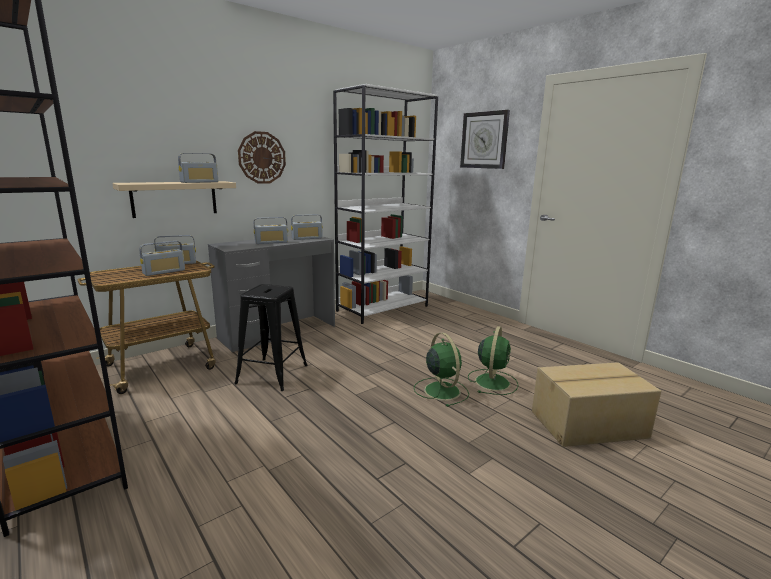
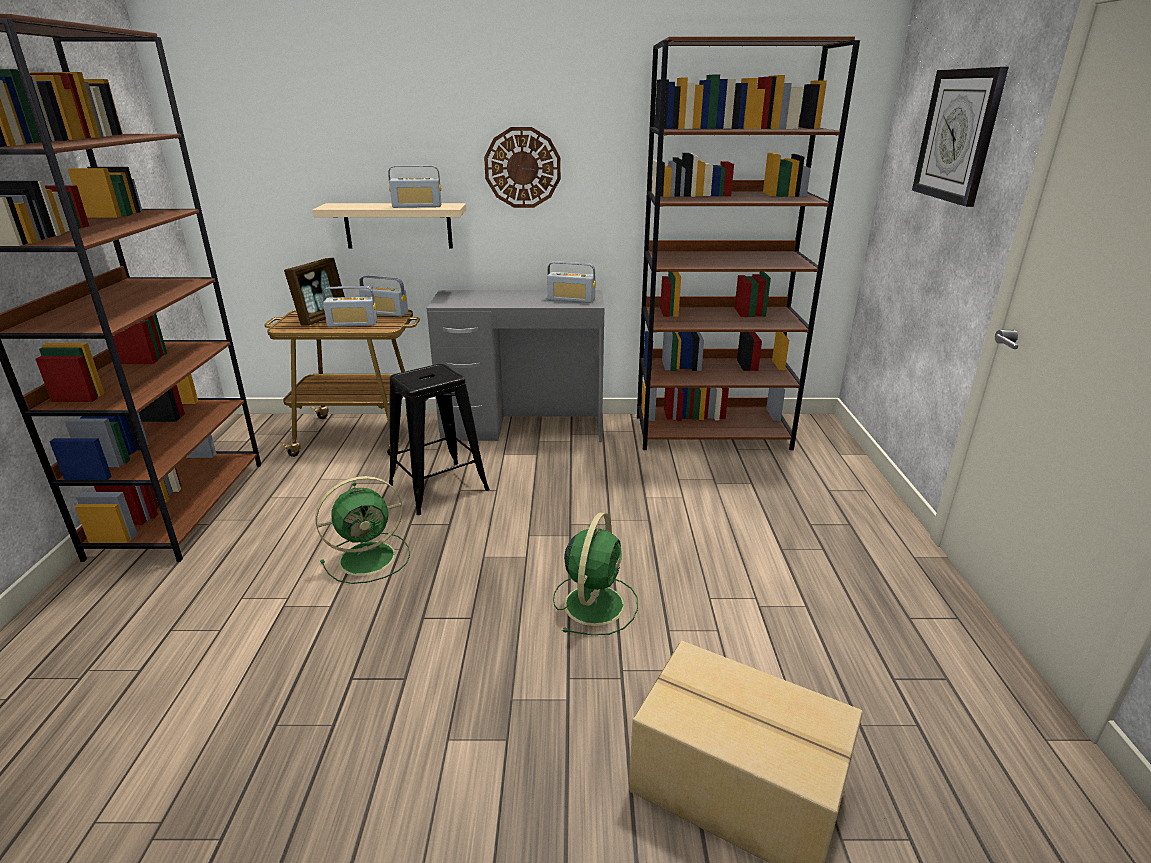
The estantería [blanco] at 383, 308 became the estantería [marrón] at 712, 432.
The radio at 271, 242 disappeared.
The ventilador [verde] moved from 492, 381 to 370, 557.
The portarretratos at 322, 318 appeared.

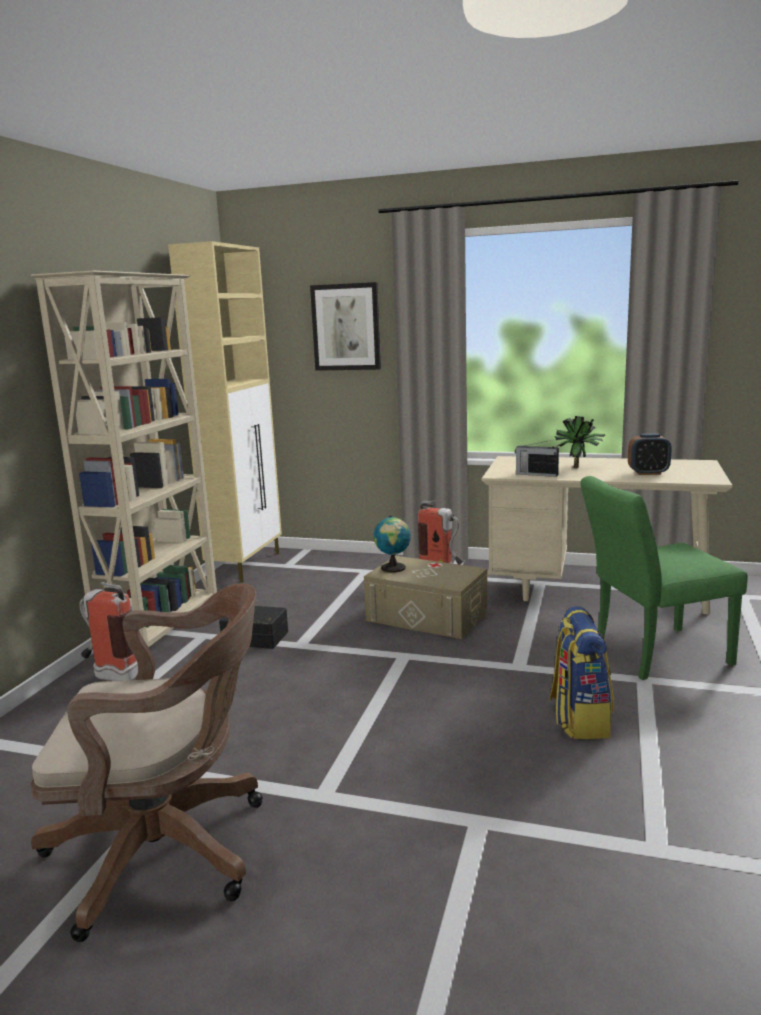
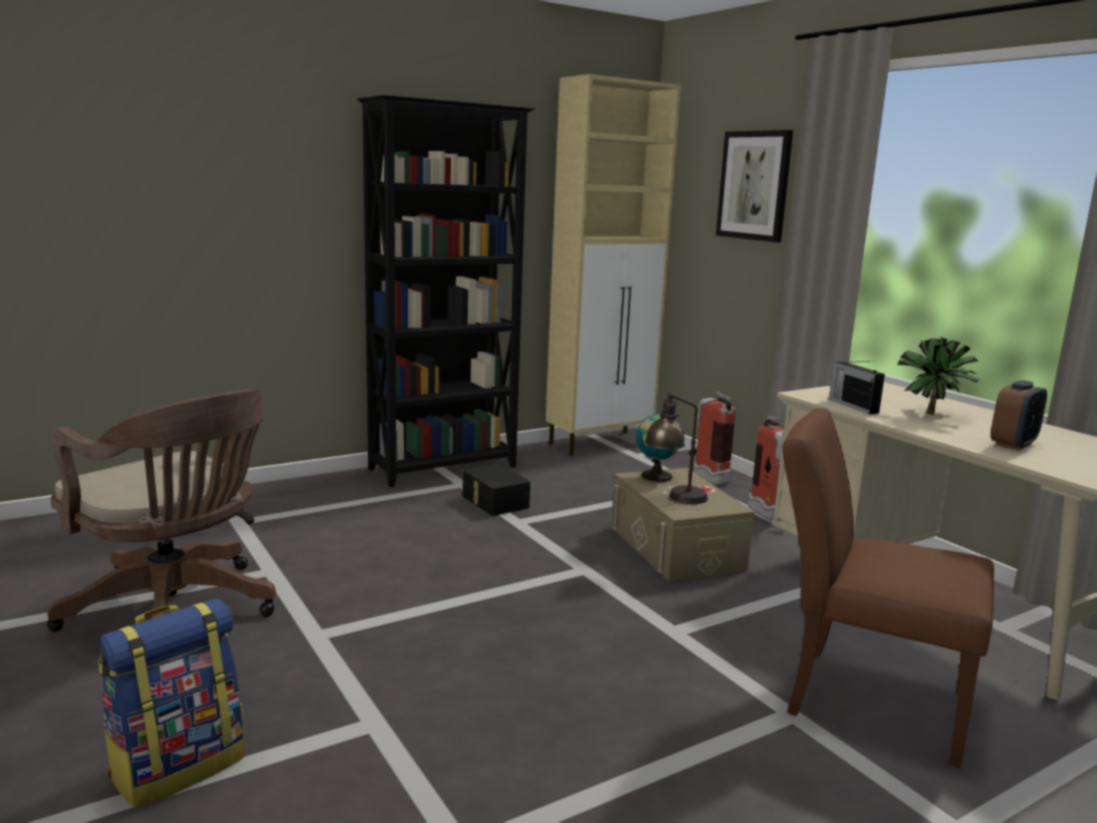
The estantería [beis] at 163, 629 became the estantería [negro] at 445, 468.
The despertador at 648, 473 turned 90 degrees counterclockwise.
The silla [verde] at 652, 654 became the silla [marrón] at 861, 698.
The extintor moved from 111, 676 to 705, 477.
The mochila moved from 579, 719 to 178, 766.
The lámpara de mesa at 674, 498 appeared.

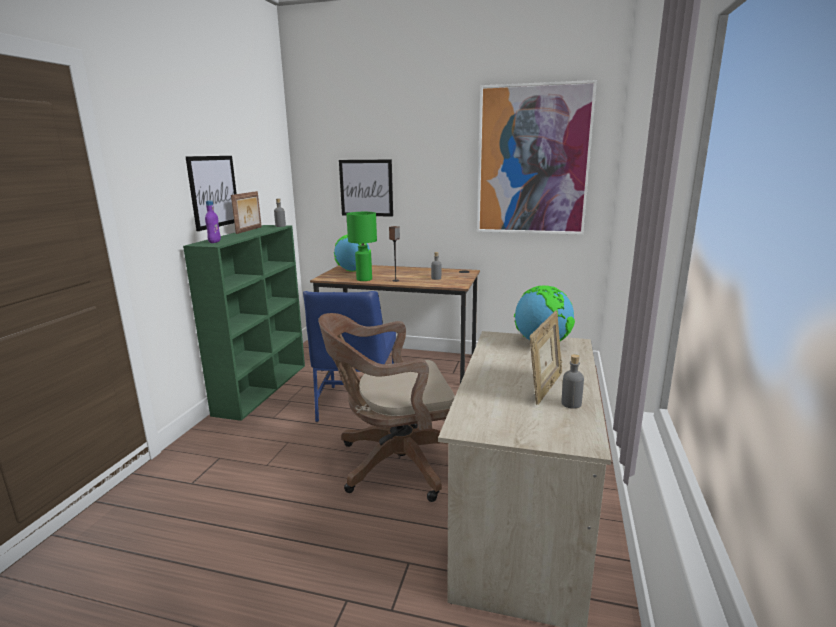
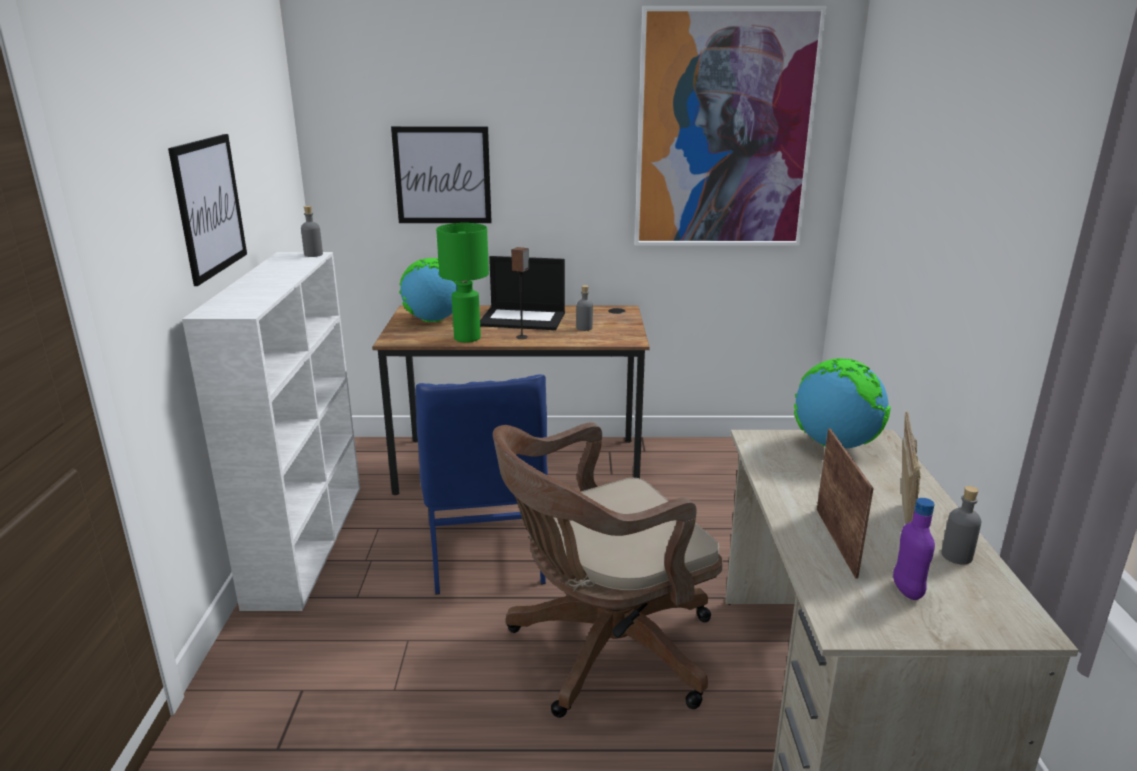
The portarretratos moved from 250, 230 to 838, 541.
The botella [morado] moved from 214, 242 to 907, 590.
The estantería [verde] at 262, 388 became the estantería [blanco] at 307, 541.
The portátil at 523, 319 appeared.

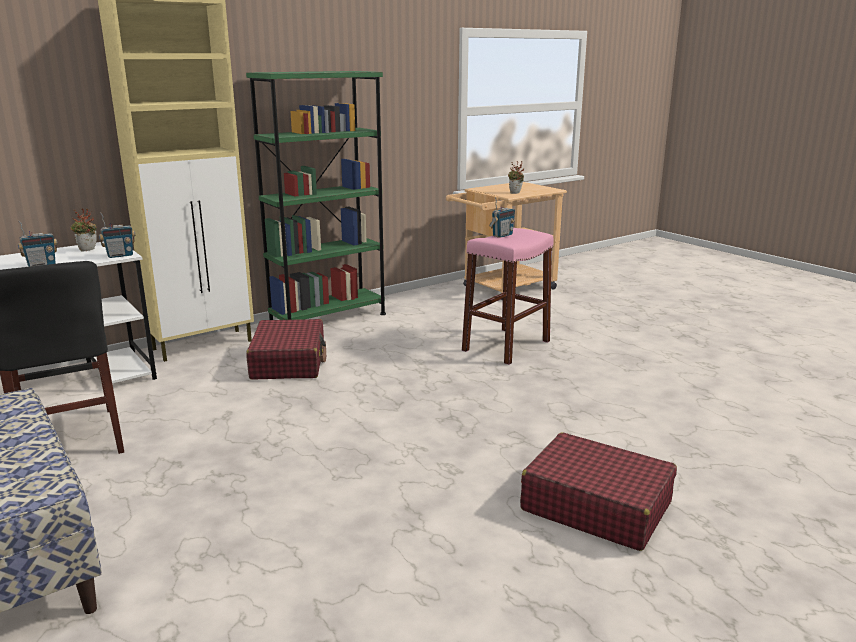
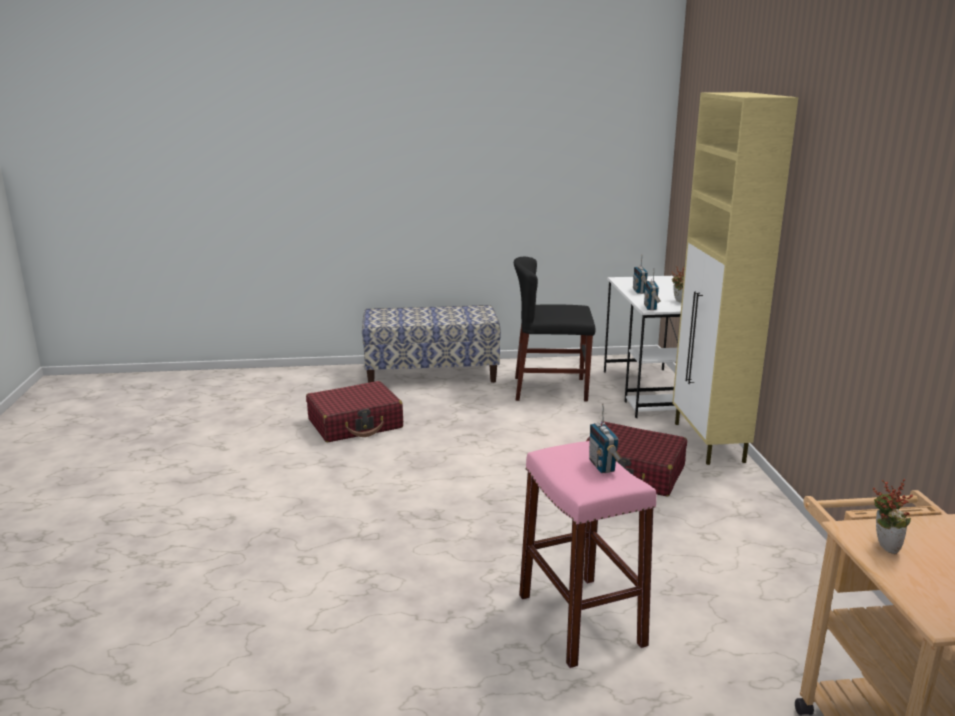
The estantería [verde] at 328, 318 disappeared.
The maleta [rojo] moved from 595, 506 to 355, 424.

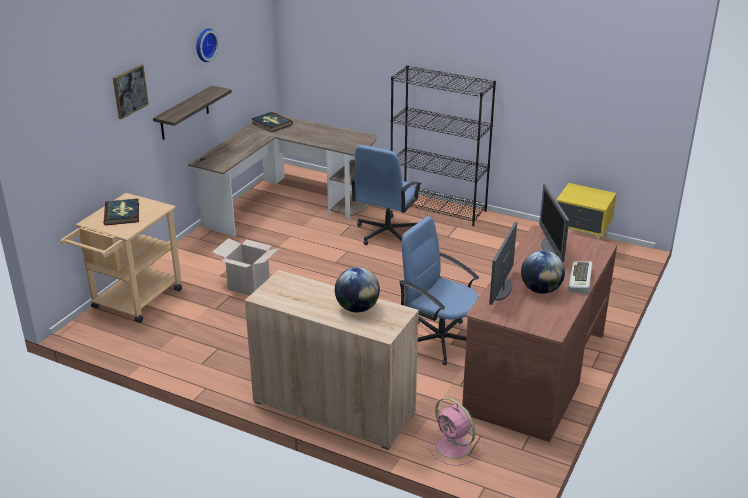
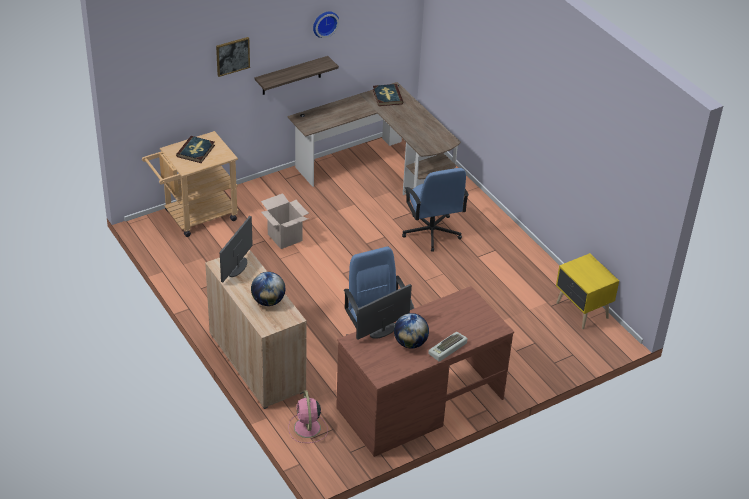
The estantería [negro] at 438, 208 disappeared.
The silla de oficina [azul] at 386, 233 turned 75 degrees counterclockwise.
The monitor moved from 551, 248 to 237, 267.

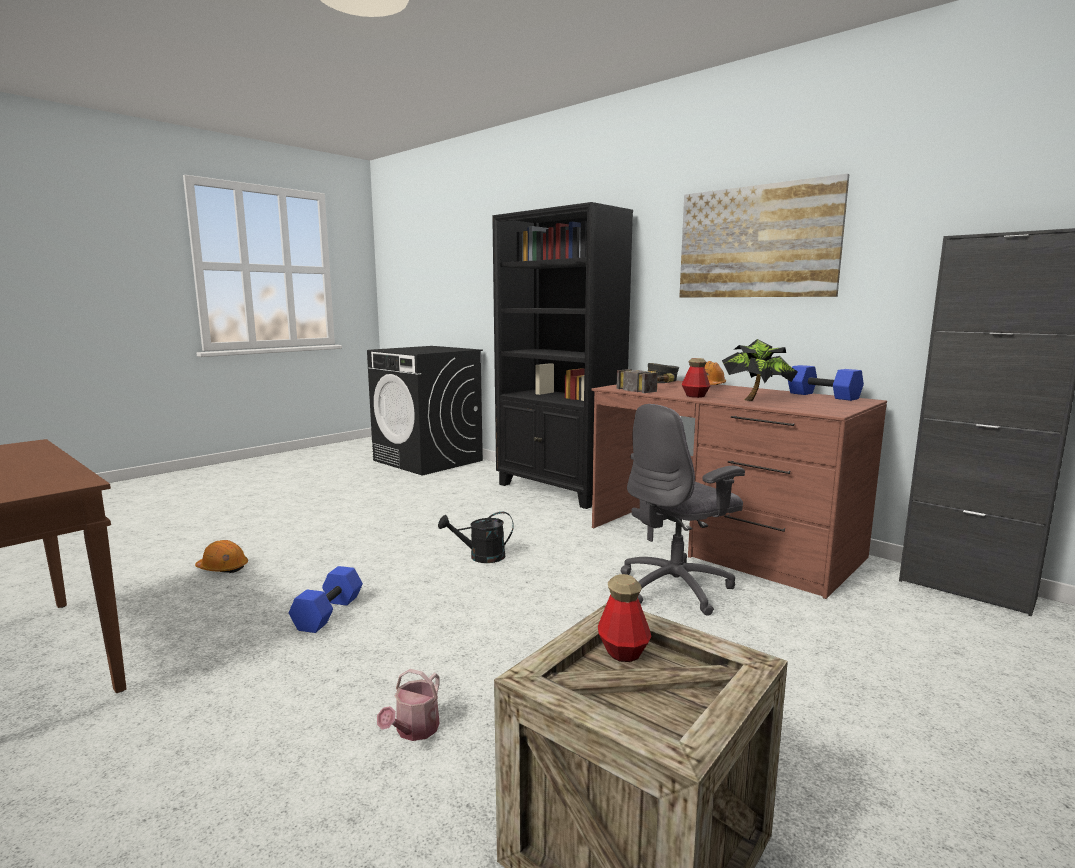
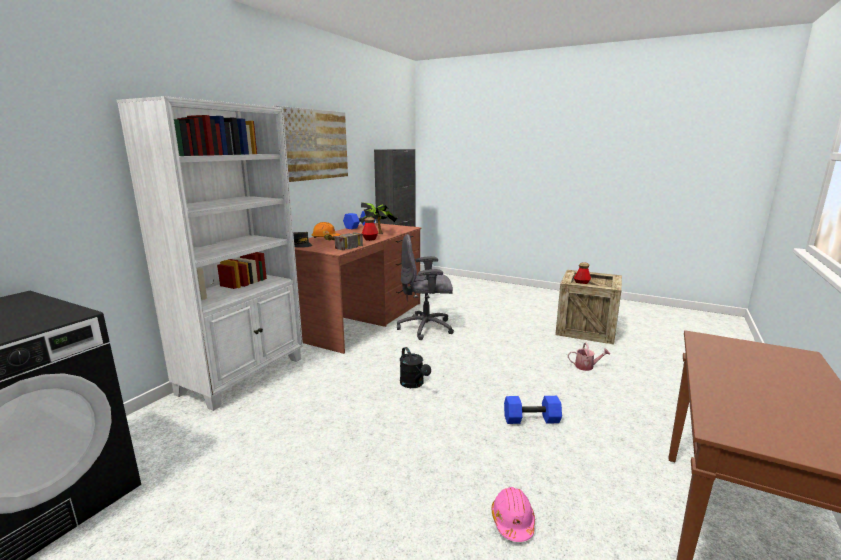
The estantería [negro] at 559, 490 became the estantería [blanco] at 244, 375.
The silla de oficina [gris] at 676, 588 turned 135 degrees clockwise.
The casco [naranja] at 223, 568 became the casco [rosa] at 512, 521.

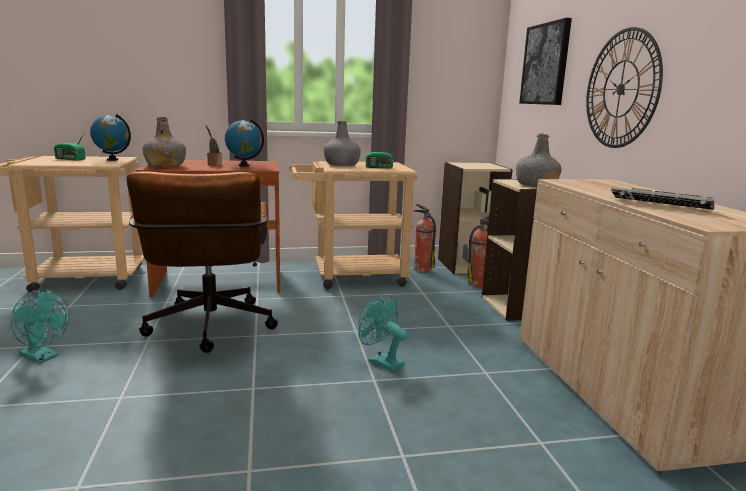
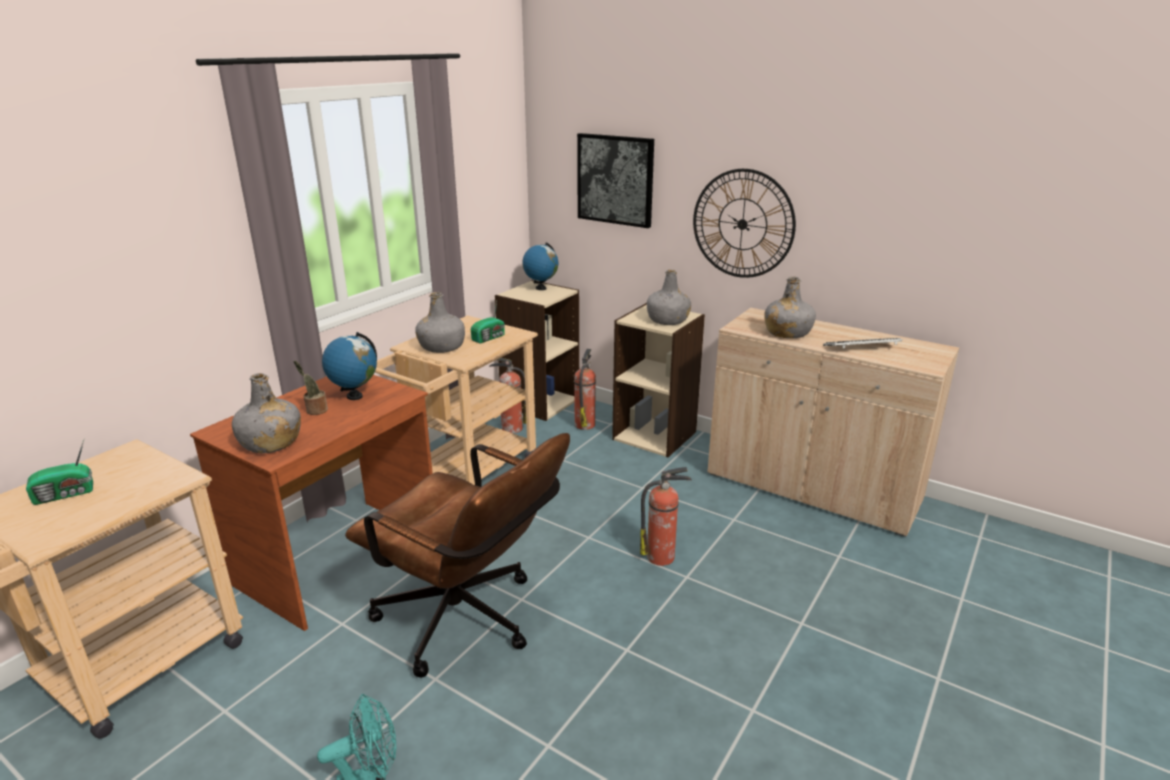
The globo terráqueo moved from 112, 160 to 541, 288.
The ventilador [turquesa] at 381, 362 was replaced by the extintor at 662, 556.
The botella [gris] at 787, 333 appeared.

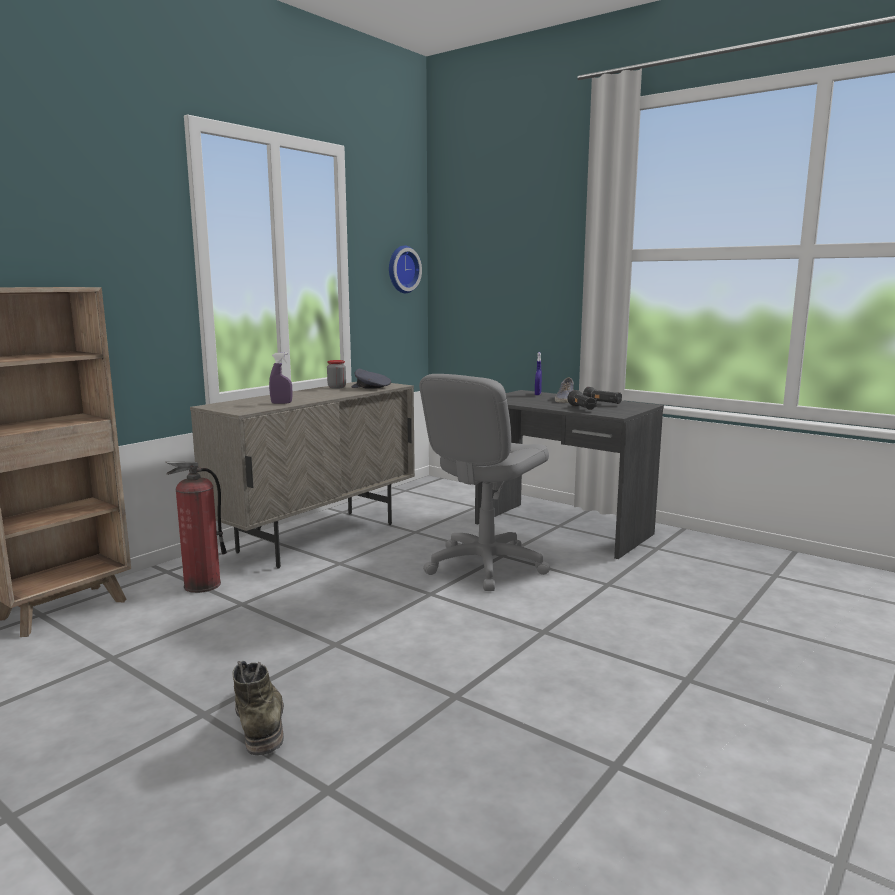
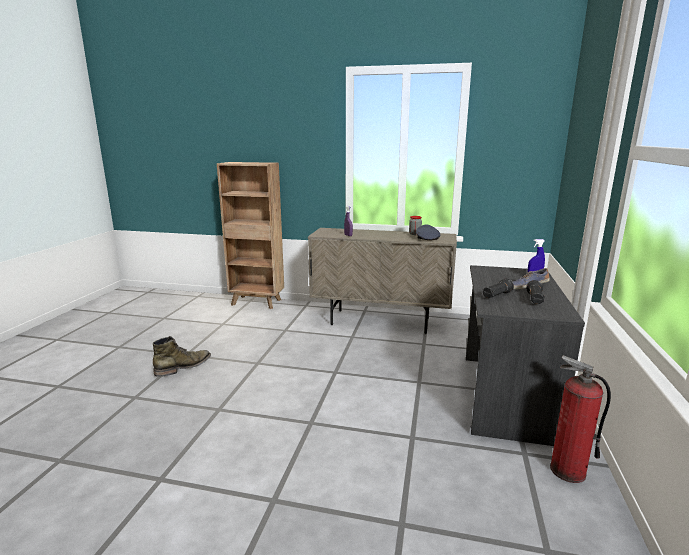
The reloj de pared at 401, 269 disappeared.
The silla de oficina [gris] at 485, 566 disappeared.
The extintor moved from 202, 585 to 567, 471.

